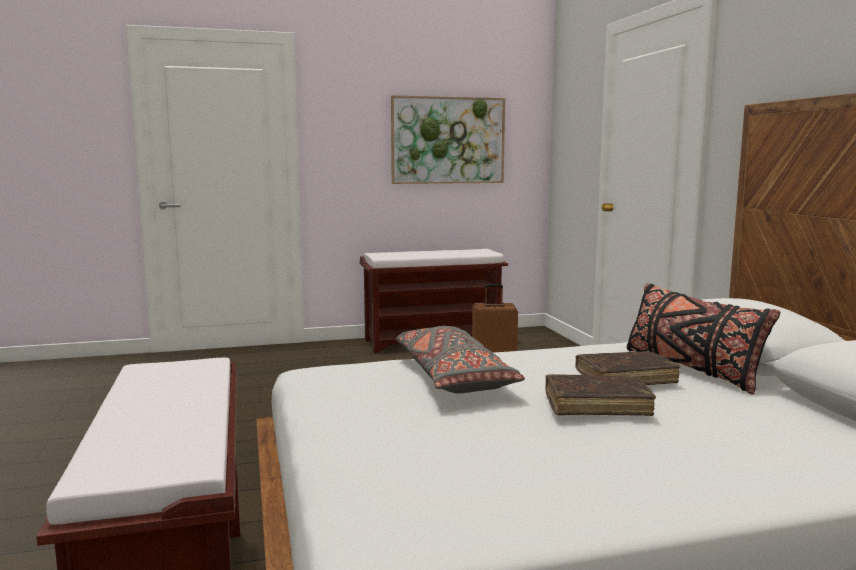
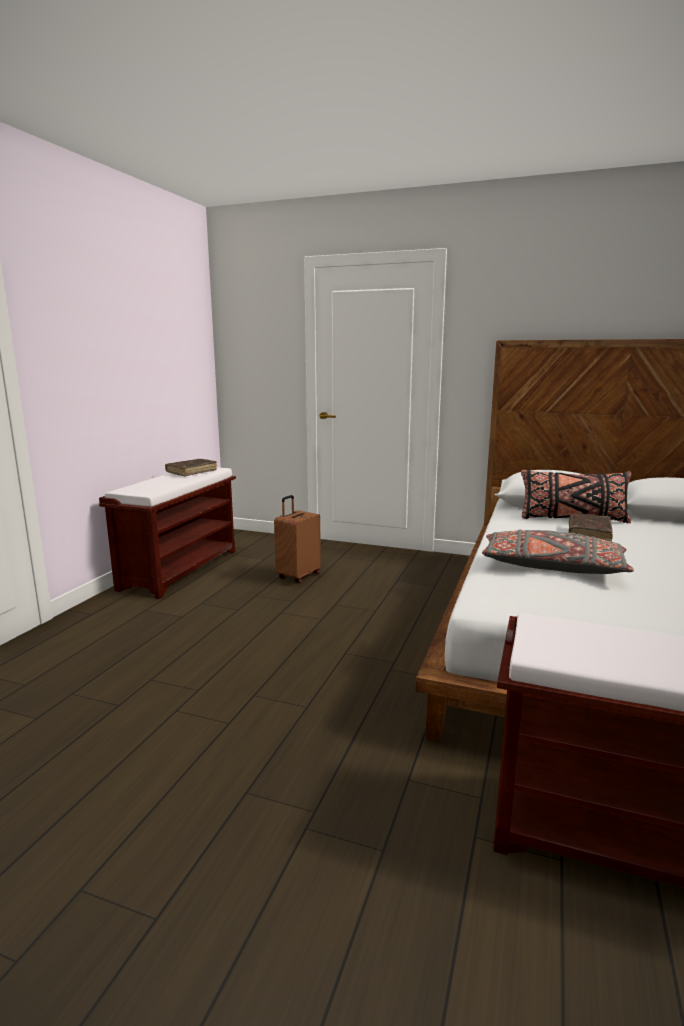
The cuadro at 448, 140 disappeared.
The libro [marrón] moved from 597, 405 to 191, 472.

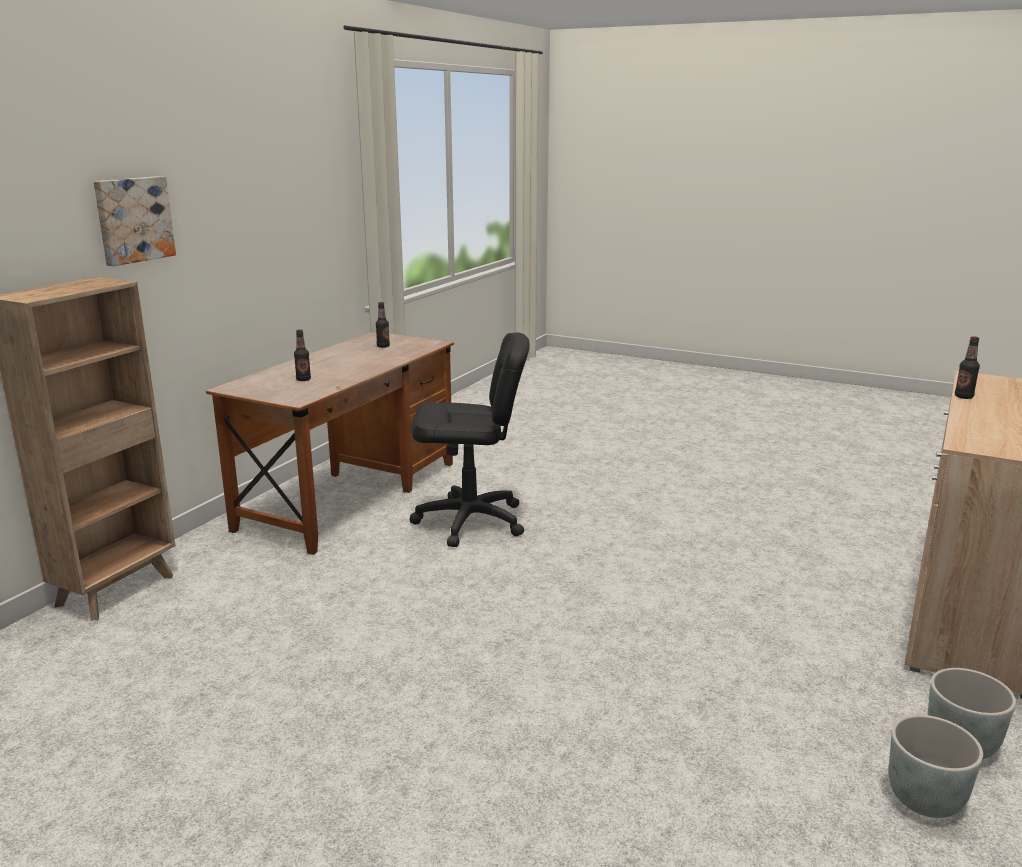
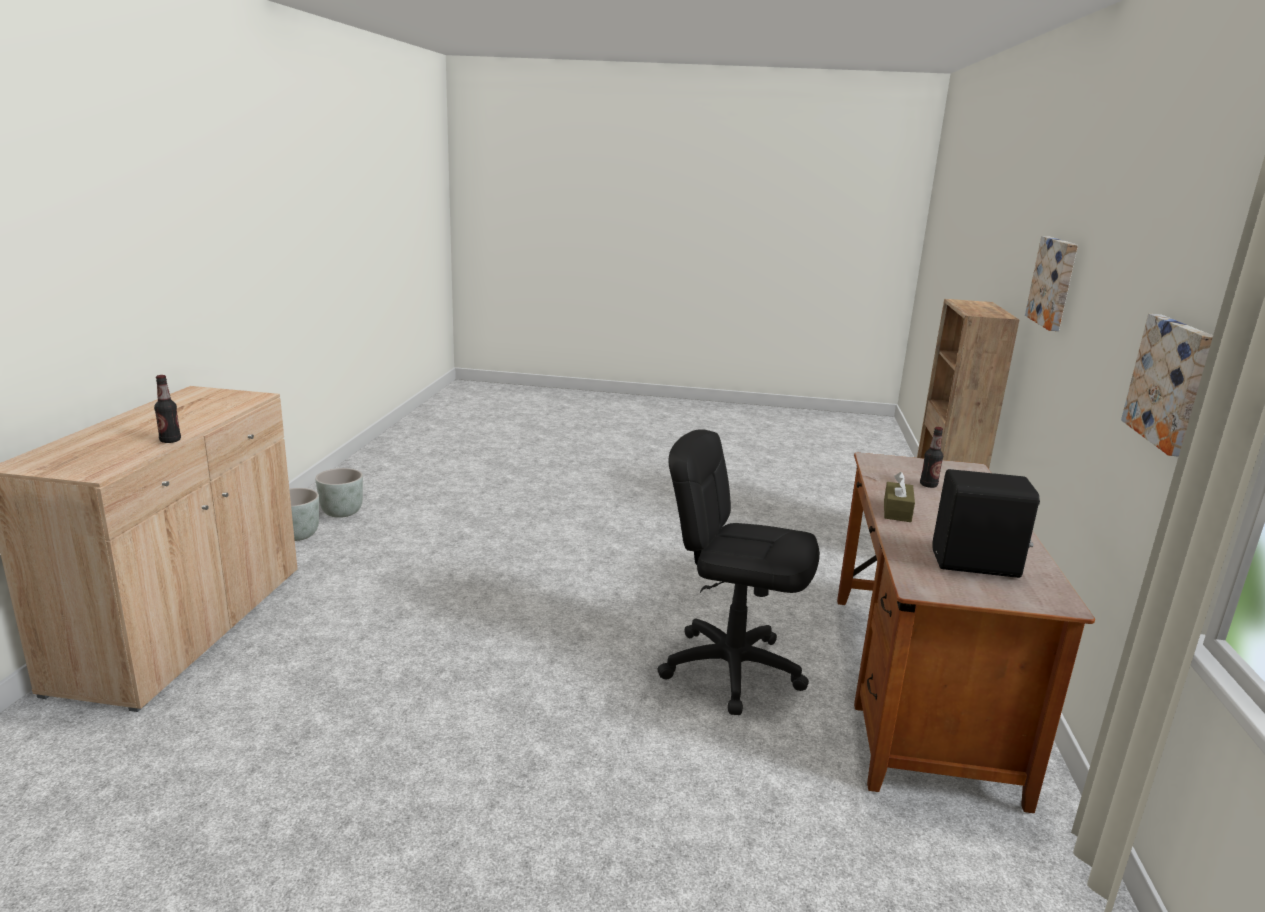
The botella at 383, 346 was replaced by the altavoz [negro] at 976, 565.
The silla de oficina [negro] at 470, 521 turned 45 degrees clockwise.
The cuadro at 1172, 382 appeared.
The caja de pañuelos [marrón] at 897, 511 appeared.

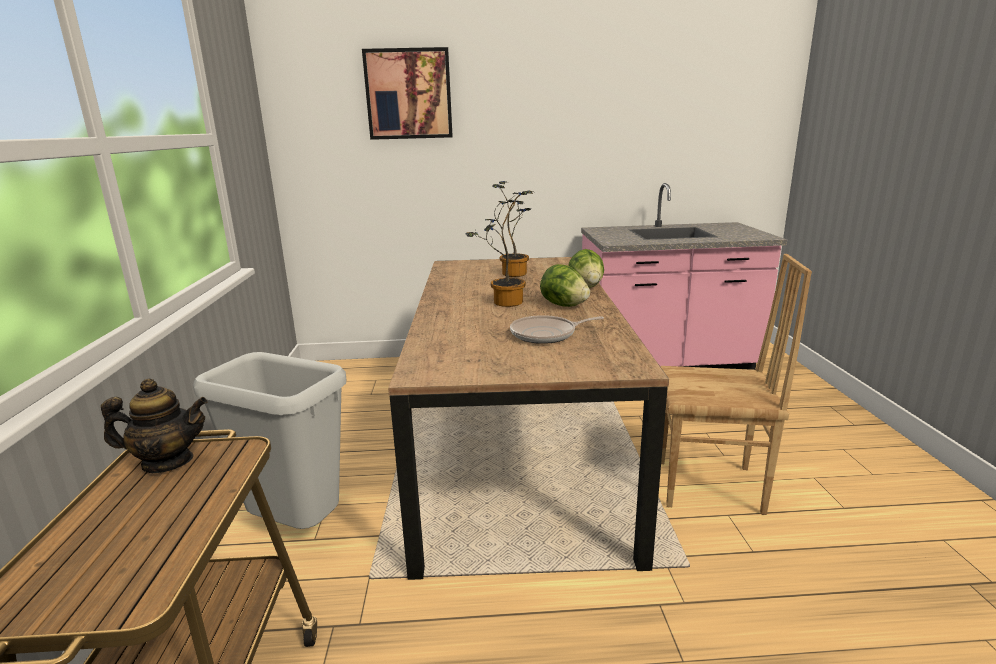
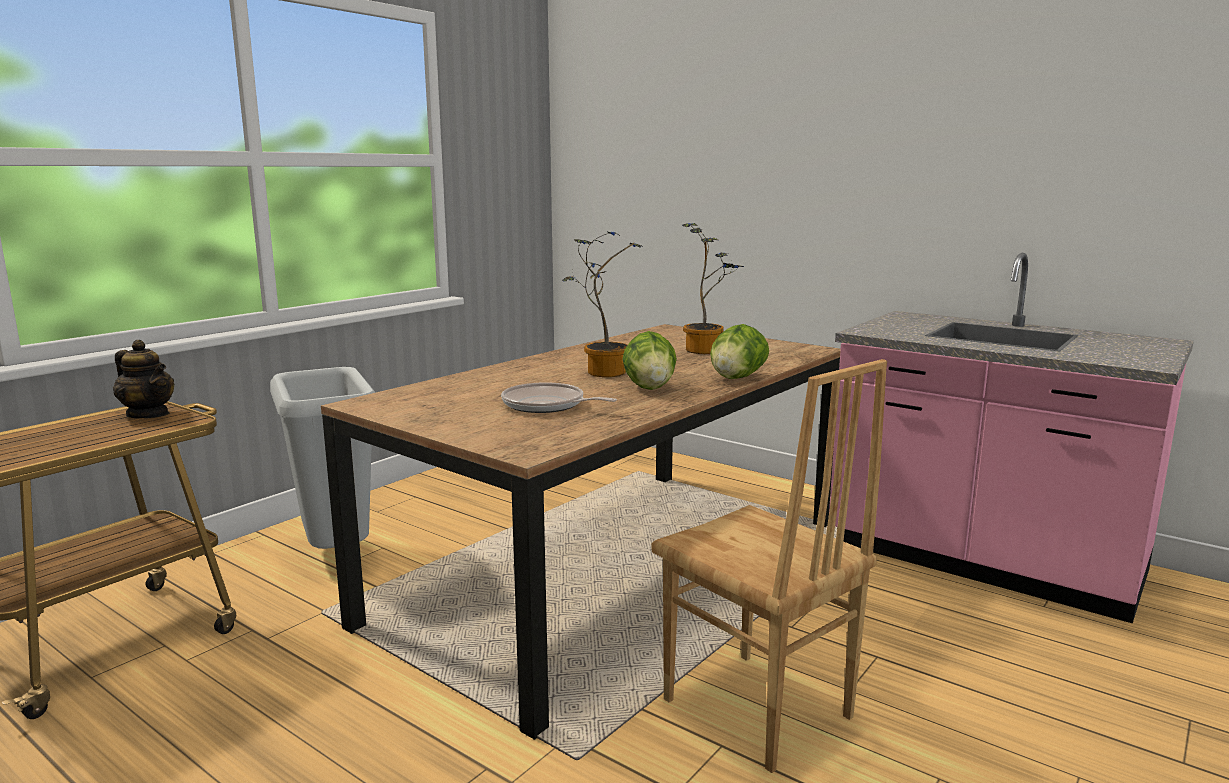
The cuadro at 408, 94 disappeared.

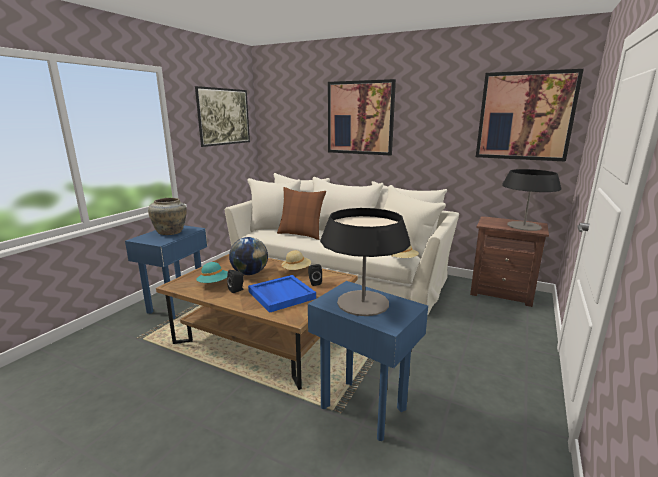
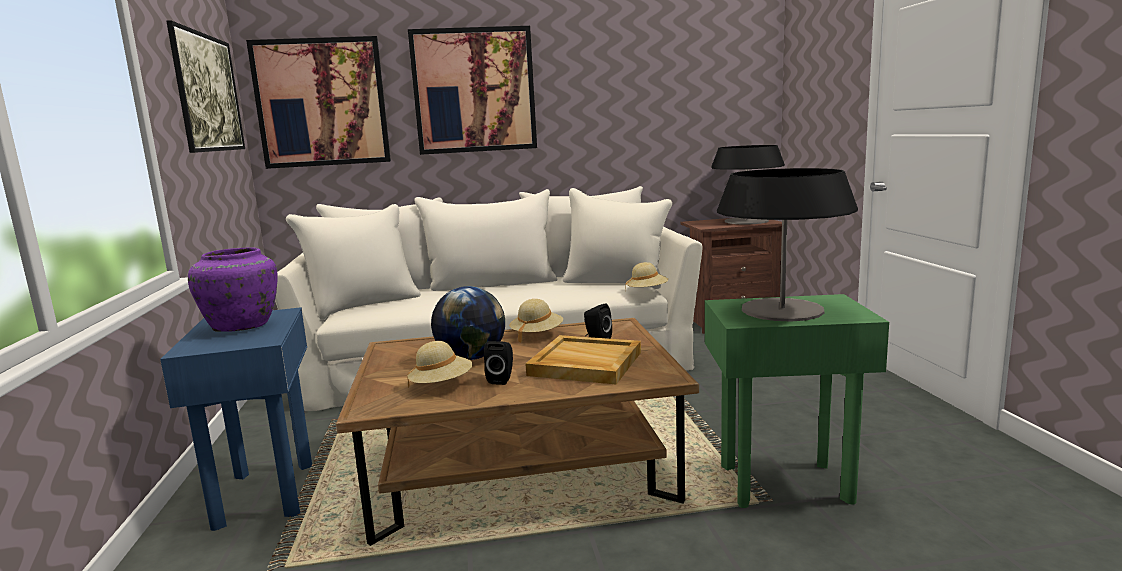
The cuadro moved from 525, 116 to 321, 103.
The cojín [marrón] at 301, 234 disappeared.
The florero [beis] at 171, 232 became the florero [morado] at 243, 326.
The sombrero [turquesa] at 214, 284 became the sombrero [beis] at 441, 385.
The bandeja [azul] at 281, 295 became the bandeja [beis] at 584, 364.
The mesa auxiliar [azul] at 363, 407 became the mesa auxiliar [verde] at 784, 482.

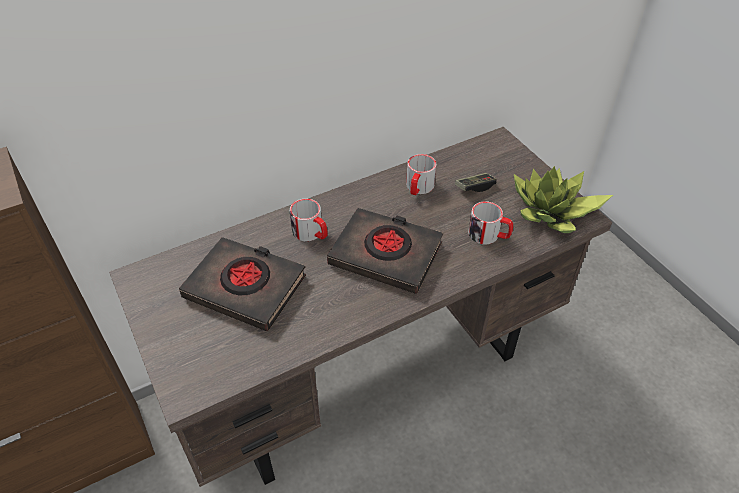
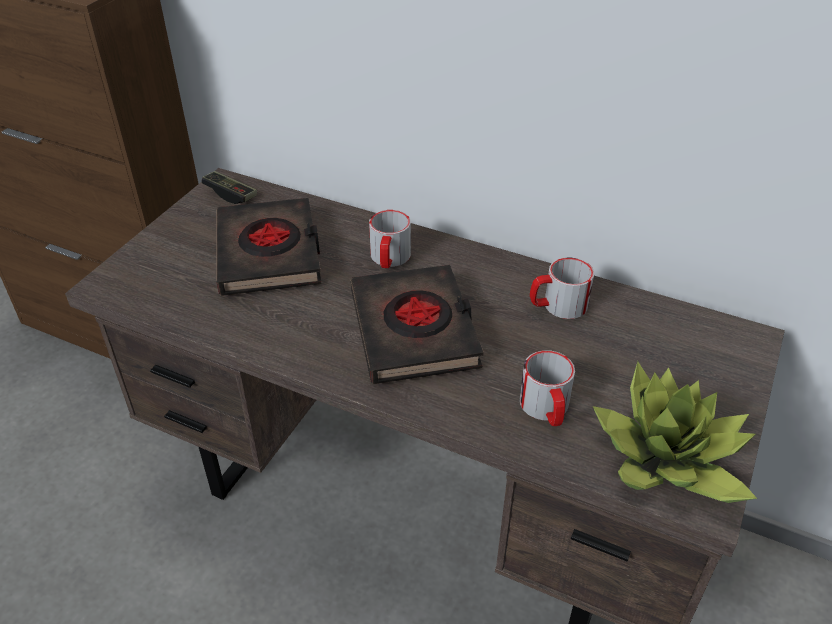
The mando de consola moved from 474, 187 to 230, 194.

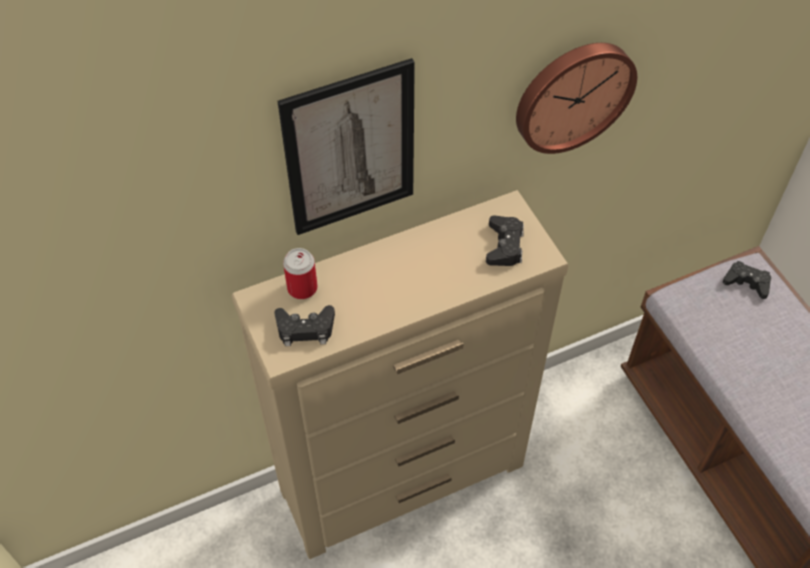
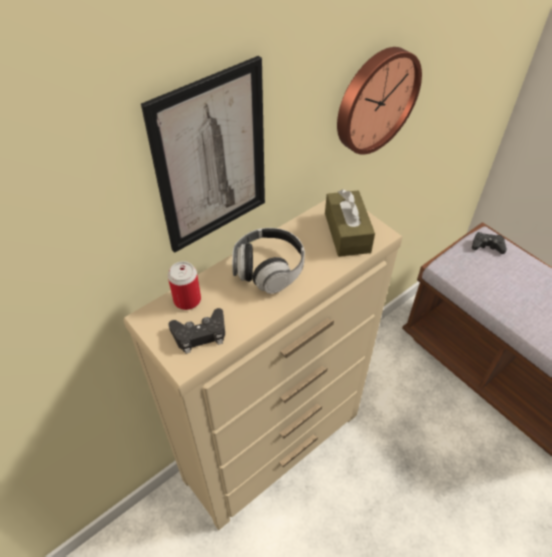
The mando de consola [negro] at 504, 246 was replaced by the caja de pañuelos [marrón] at 347, 232.
The auriculares at 268, 269 appeared.

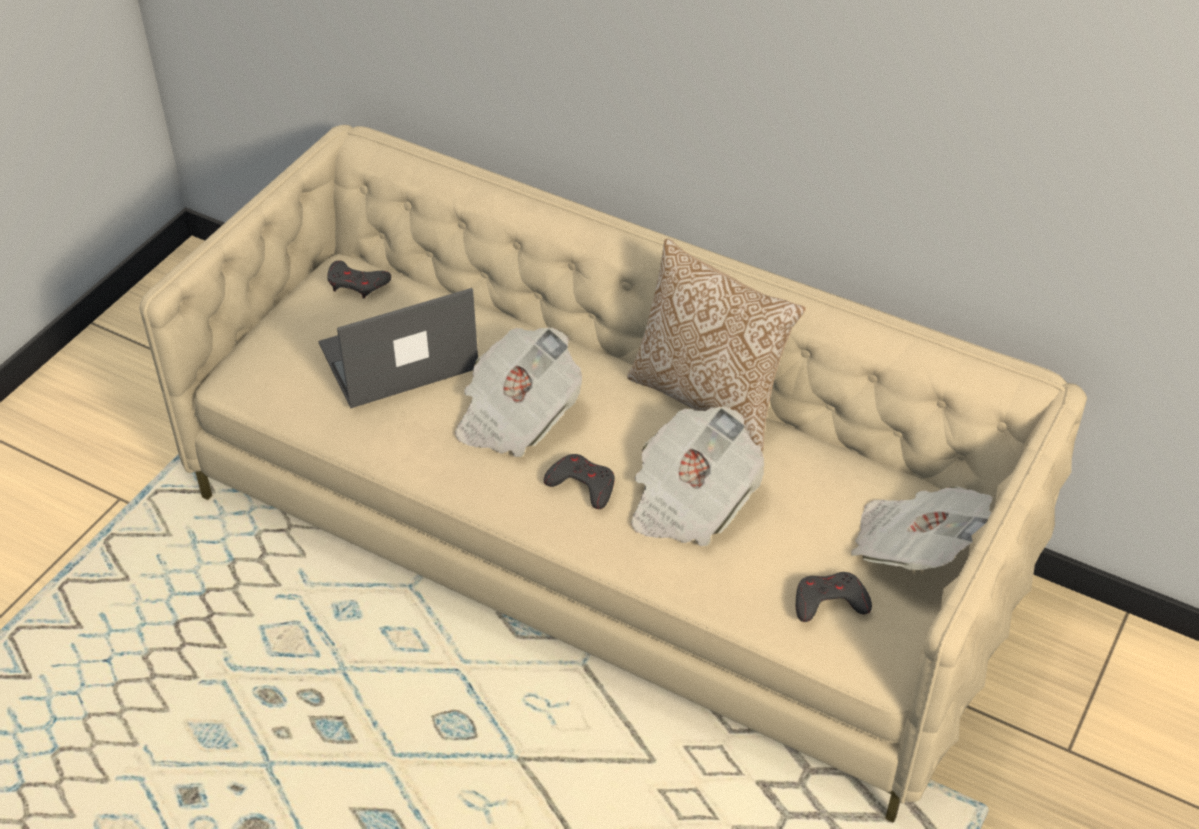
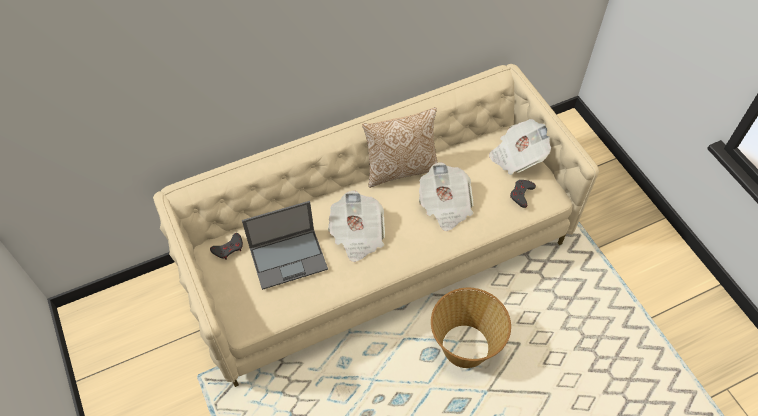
The portátil at 396, 358 turned 120 degrees counterclockwise.
The mando de consola [gris] at 582, 485 disappeared.
The cesta at 465, 346 appeared.

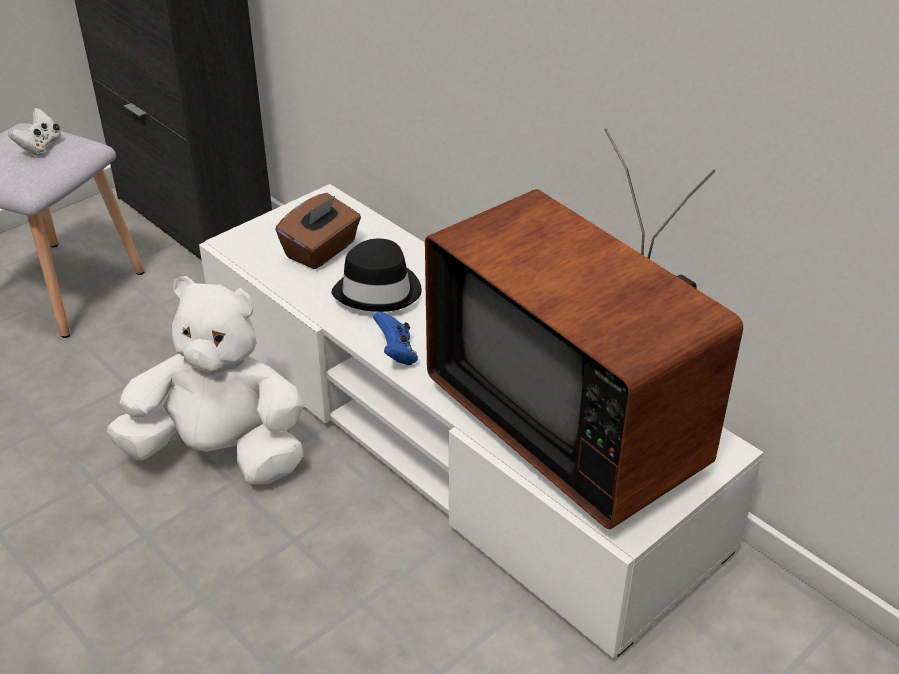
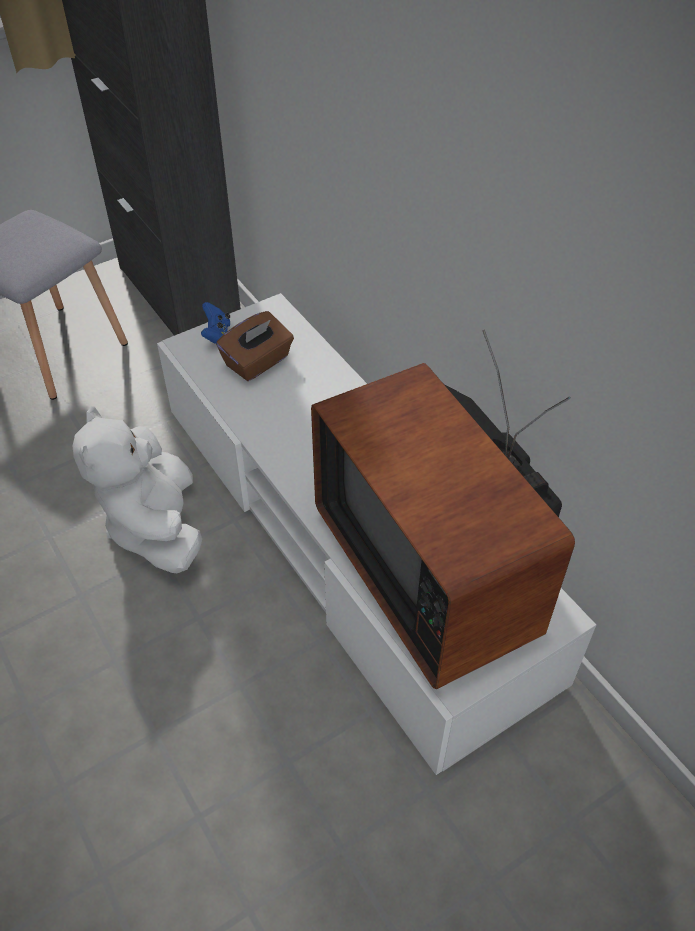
The mando de consola [blanco] at 40, 146 disappeared.
The sombrero [negro] at 379, 291 disappeared.
The peluche [blanco] at 221, 453 turned 120 degrees counterclockwise.
The mando de consola [azul] moved from 396, 353 to 217, 335.

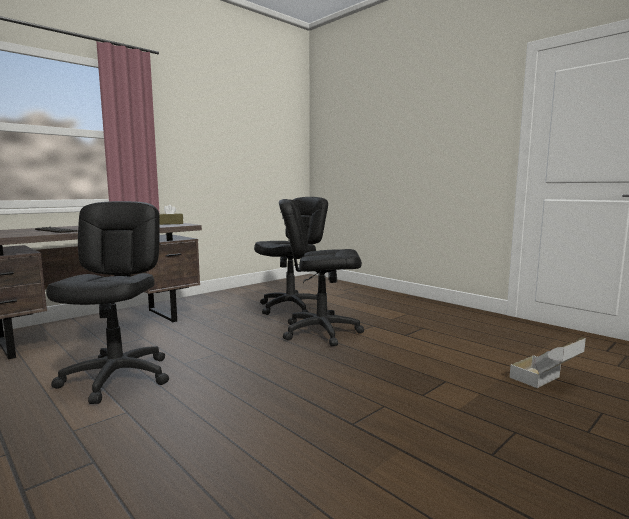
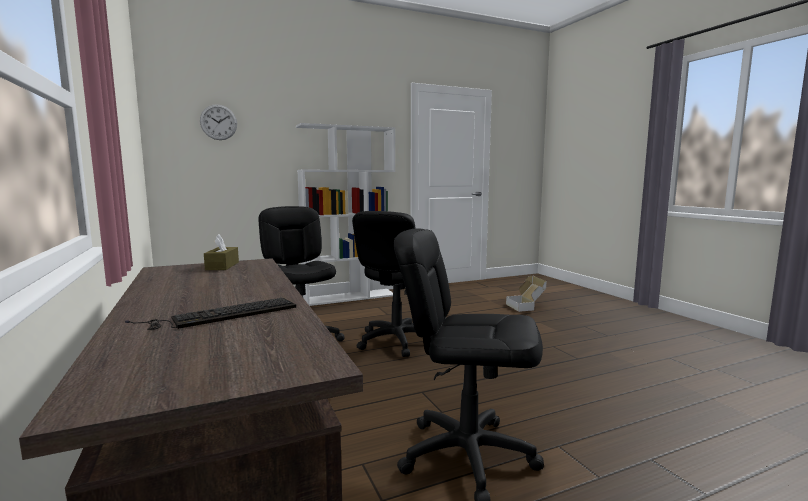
The reloj de pared at 218, 122 appeared.
The estantería [blanco] at 350, 297 appeared.

